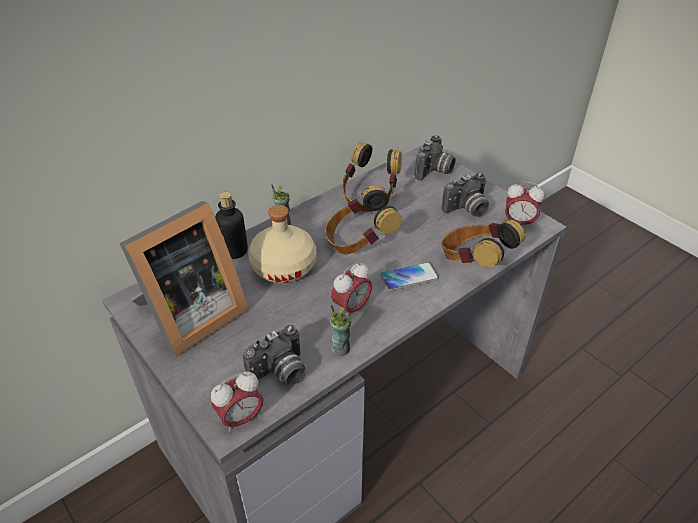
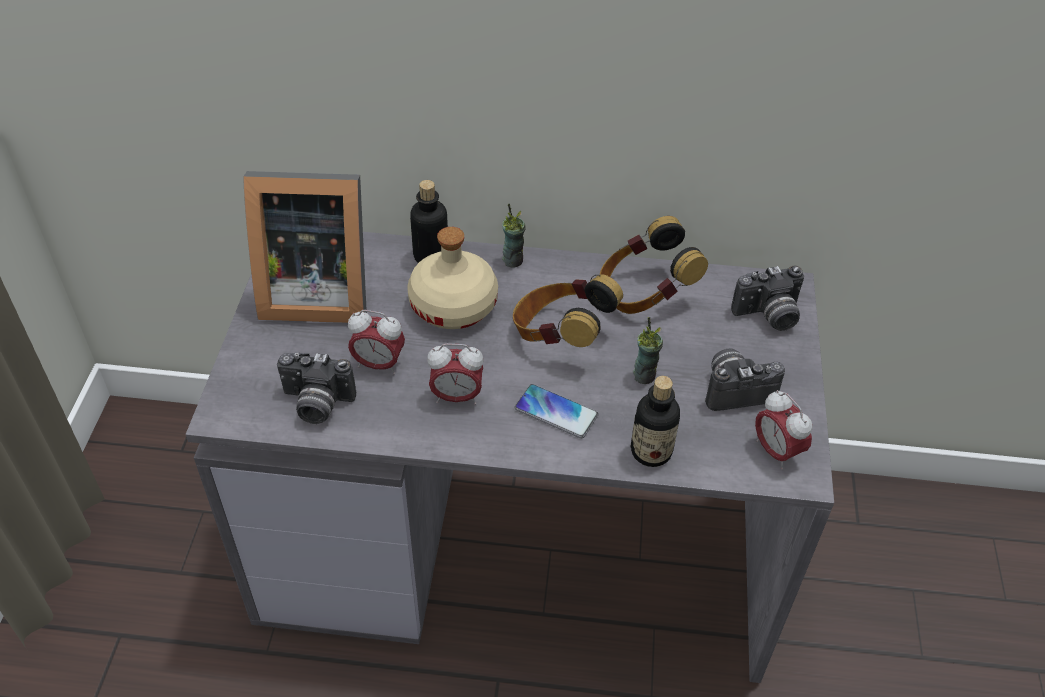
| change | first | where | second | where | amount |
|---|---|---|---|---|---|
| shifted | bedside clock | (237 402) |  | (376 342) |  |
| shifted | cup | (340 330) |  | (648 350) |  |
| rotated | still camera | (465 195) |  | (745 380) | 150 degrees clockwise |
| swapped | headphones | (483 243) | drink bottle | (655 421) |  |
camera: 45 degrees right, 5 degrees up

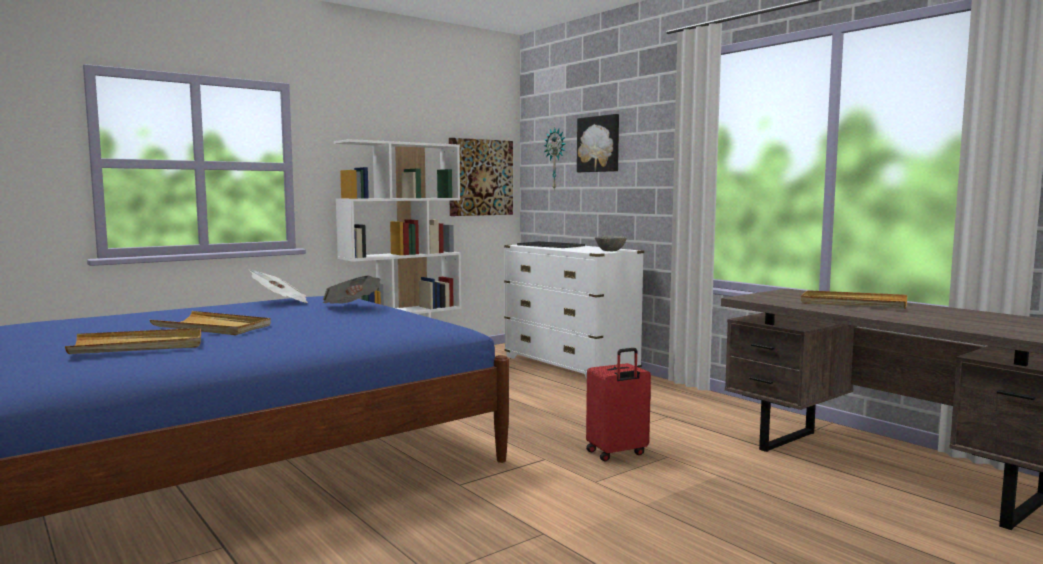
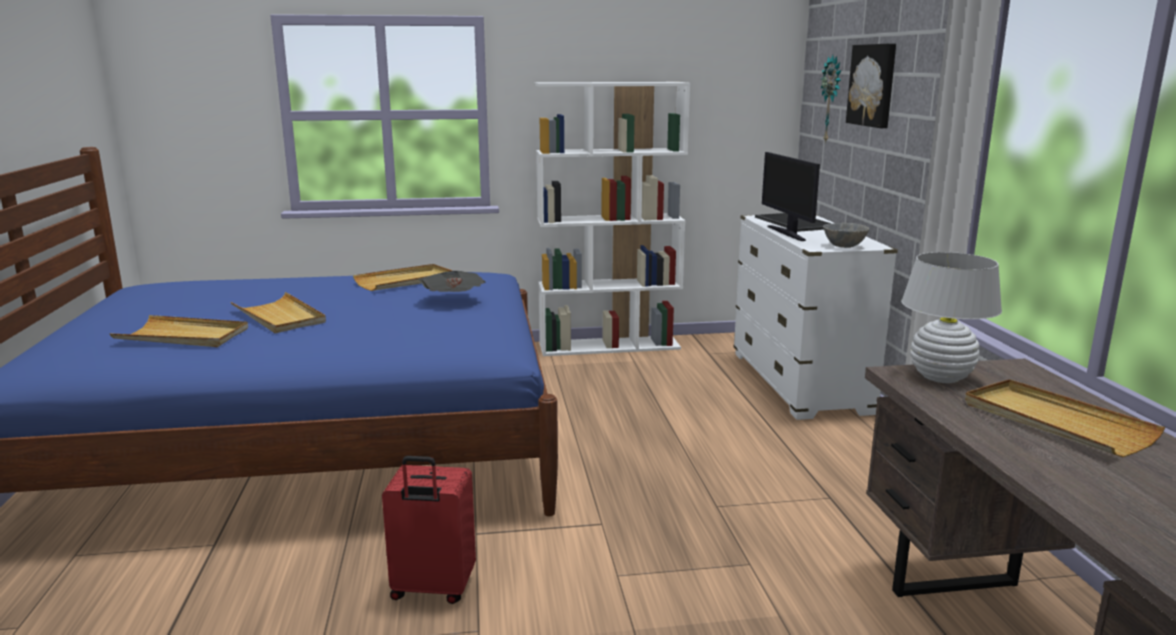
| change | first | where | second | where | amount |
|---|---|---|---|---|---|
| swapped | printed paper | (278 286) | beige-coloured carrying tray | (402 277) |  |
| gone | wall art | (481 177) |  |  |  |
| shifted | reddish travel case | (618 405) |  | (429 530) |  |
| new |  |  | computer screen | (791 196) |  |
| new |  |  | white tabletop lamp | (951 317) |  |
camera: 30 degrees right, 10 degrees up

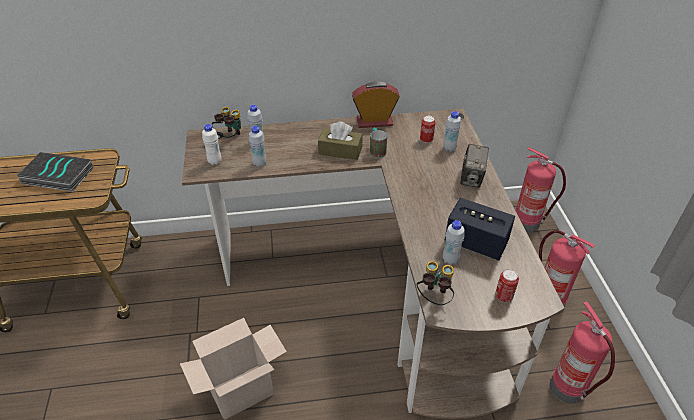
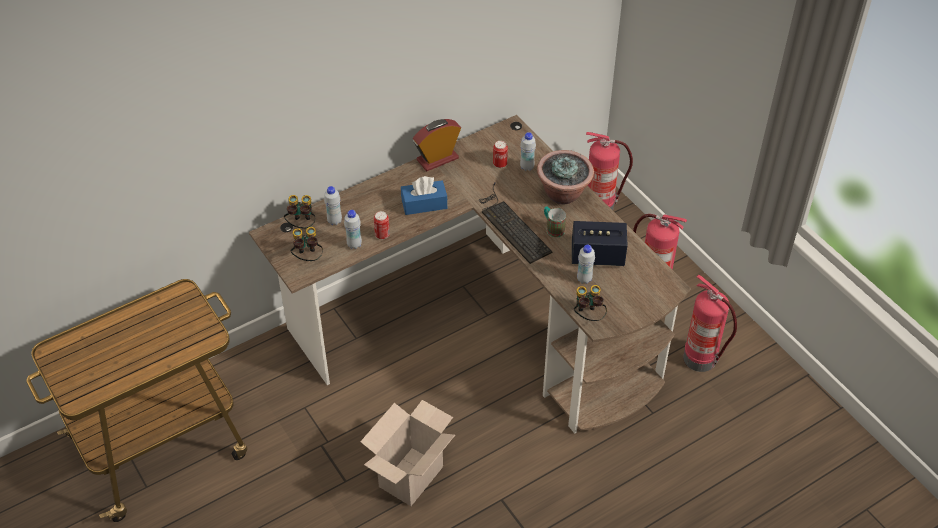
| change | first | where | second | where | amount |
|---|---|---|---|---|---|
| gone | bound book | (54 172) |  |  |  |
| swapped | white drink bottle | (211 144) | binoculars | (306 244) |  |
| repainted | brown-coloured tissue holder | (340 140) | blue tissue holder | (424 195) |  |
| shifted | coffee mug | (378 143) |  | (555 222) |  |
| swapped | still camera | (474 166) | plant in a pot | (565 177) |  |
| shifted | sealed can | (507 285) |  | (382 225) |  |
| new |  |  | computer keyboard | (515 223) |  |
camera: 25 degrees left, 5 degrees up

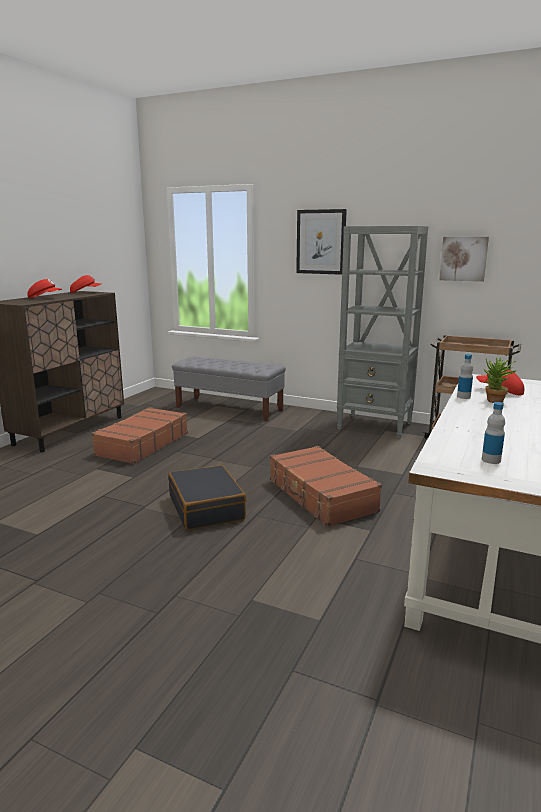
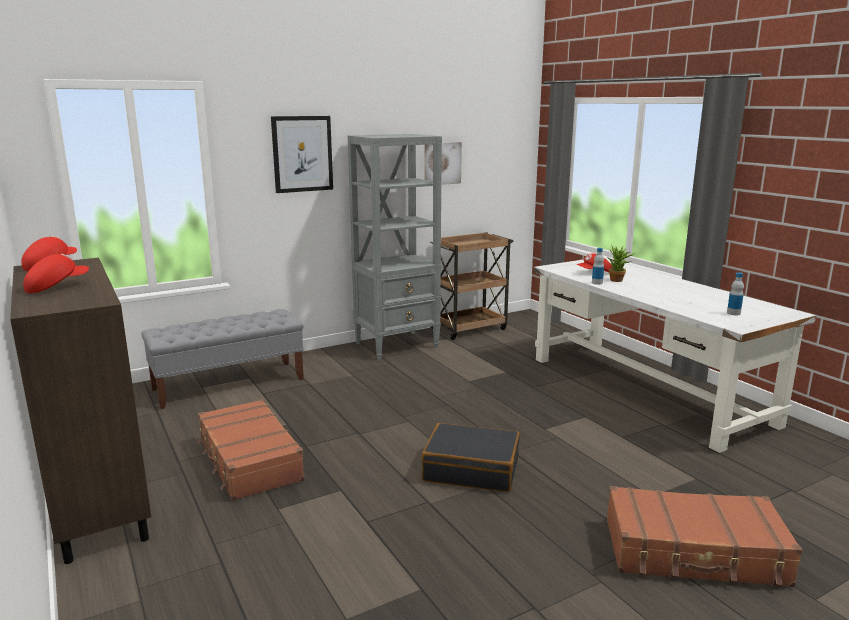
| change | first | where | second | where | amount |
|---|---|---|---|---|---|
| shifted | brown-coloured travel case | (326 486) |  | (704 536) |  |
camera: 55 degrees left, 0 degrees up

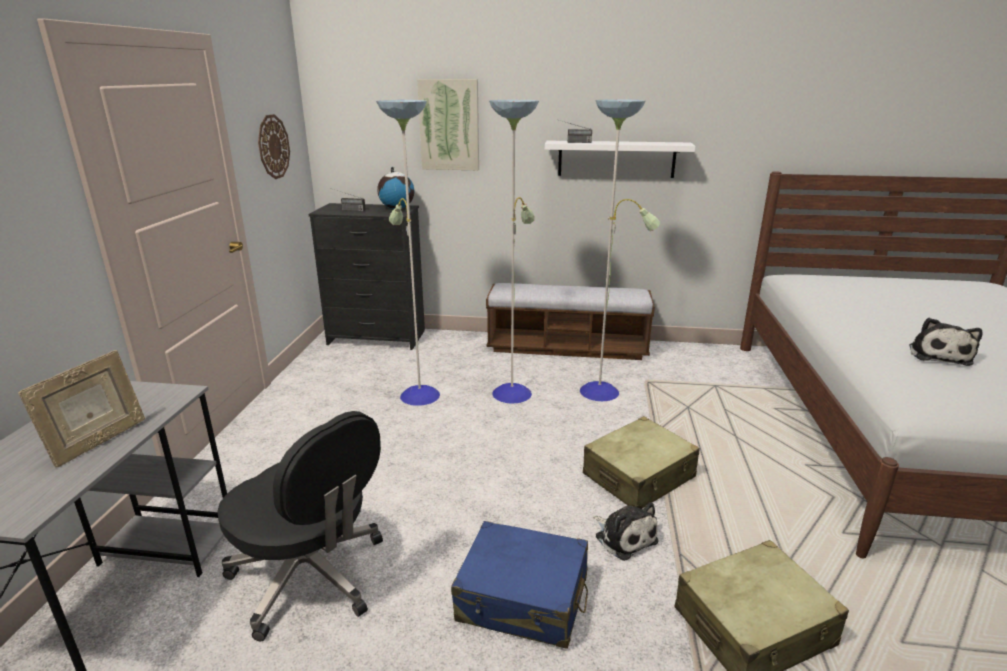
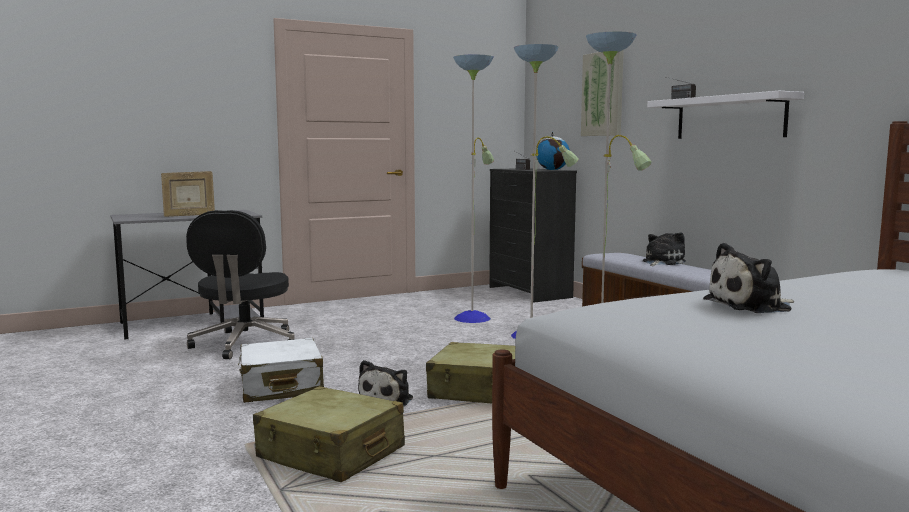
| change | first | where | second | where | amount |
|---|---|---|---|---|---|
| gone | hanging clock | (274 146) |  |  |  |
| repainted | blue travel case | (519 585) | white travel case | (281 370) |  |
| new |  |  | soft toy | (664 249) |  |
camera: 55 degrees right, 15 degrees down

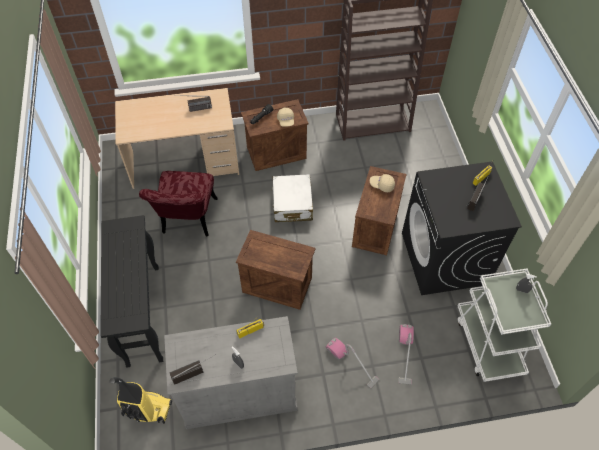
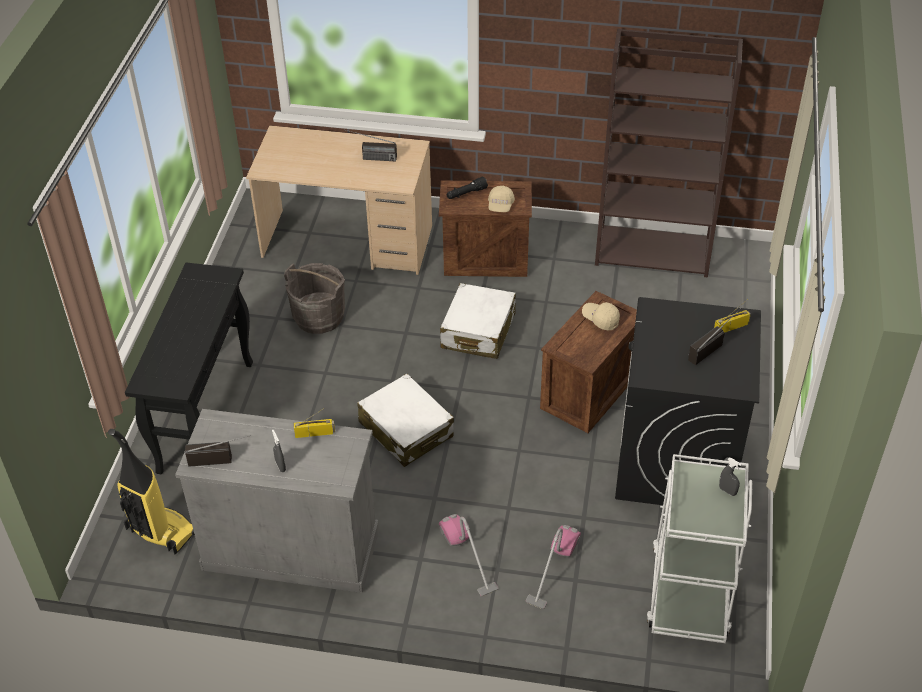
| change | first | where | second | where | amount |
|---|---|---|---|---|---|
| swapped | reddish chair | (178 204) | greyish pail | (314 298) |  |
| swapped | shipping crate | (276 270) | white travel case | (405 420) |  |
camera: 20 degrees right, 10 degrees down

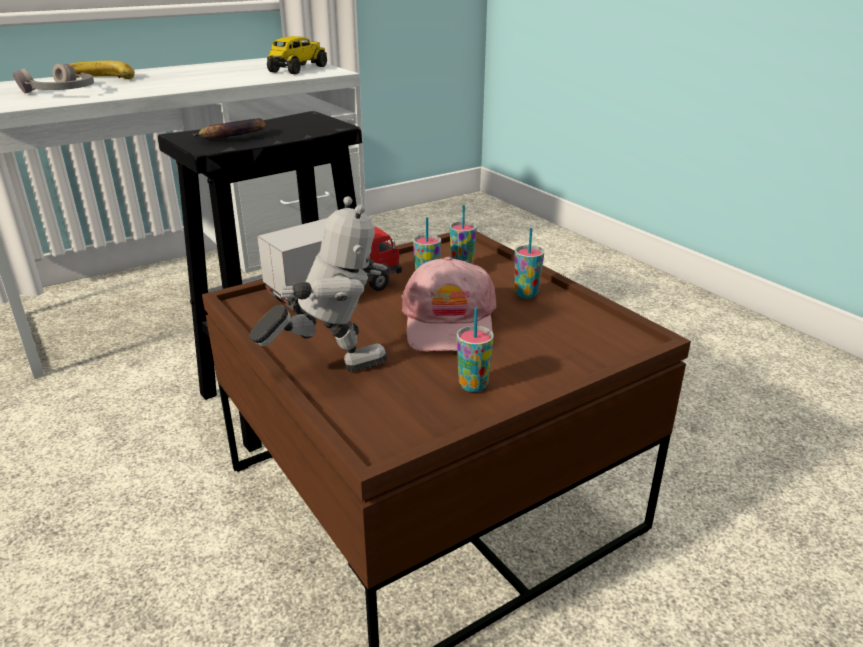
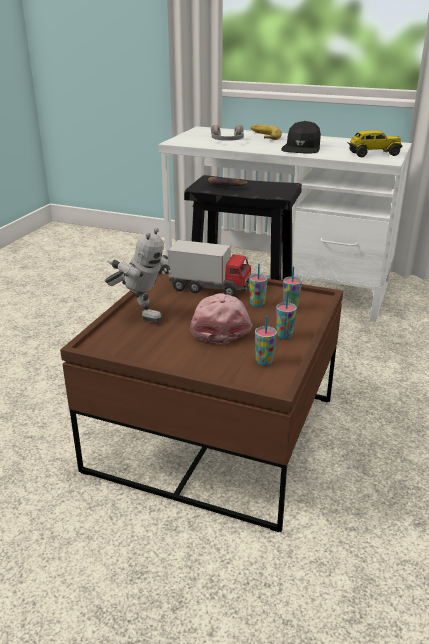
| change | first | where | second | where | amount |
|---|---|---|---|---|---|
| rotated | pink peaked cap | (449 304) |  | (221 318) | 120 degrees clockwise |
| shifted | cup | (475 349) |  | (266 340) |  |
| new |  |  | blackish peaked cap | (301 137) |  |
camera: 55 degrees right, 0 degrees up

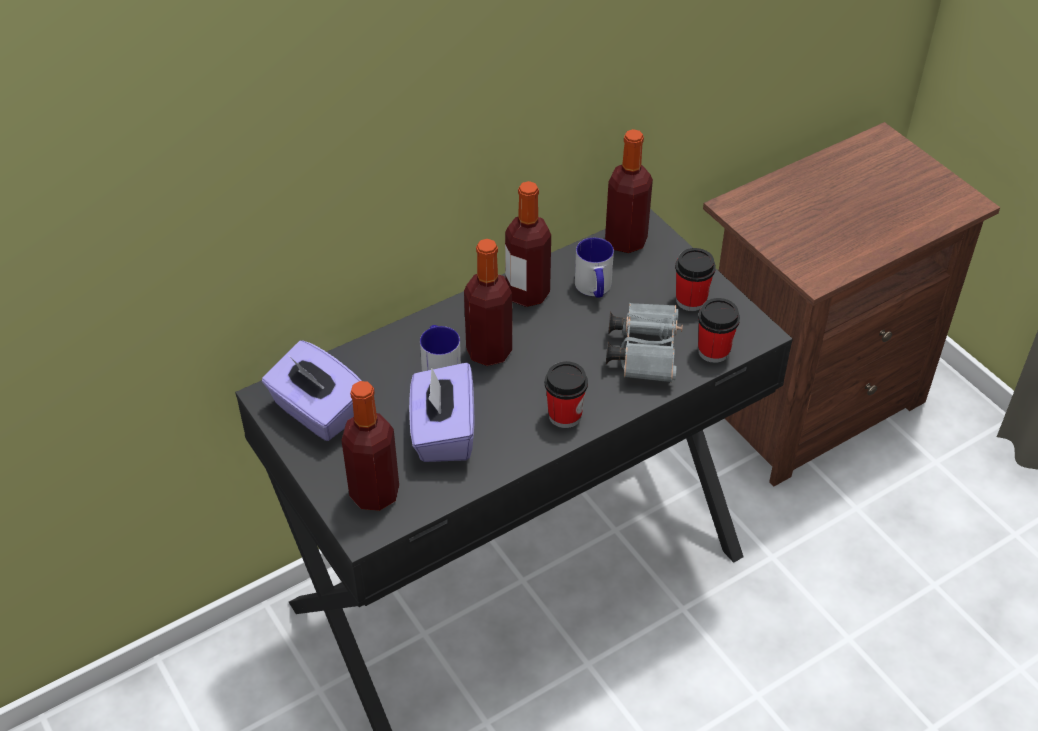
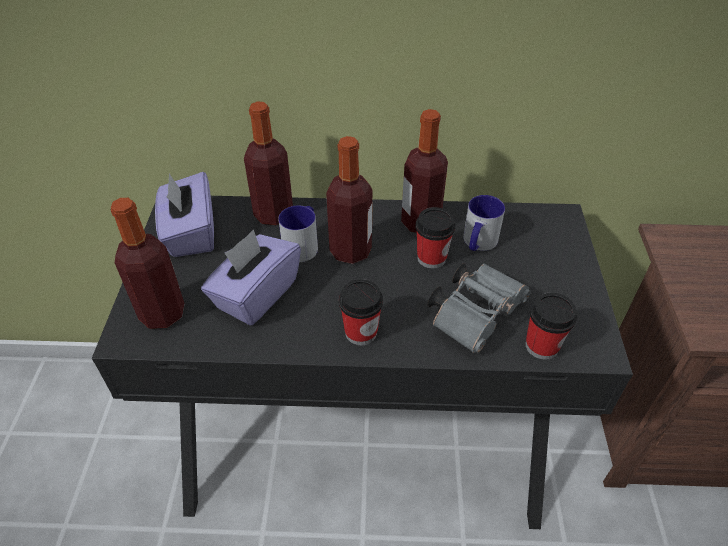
| change | first | where | second | where | amount |
|---|---|---|---|---|---|
| shifted | drink bottle | (629 191) |  | (268 163) |  |
| shifted | cup | (695 279) |  | (435 238) |  |
camera: 35 degrees right, 0 degrees up

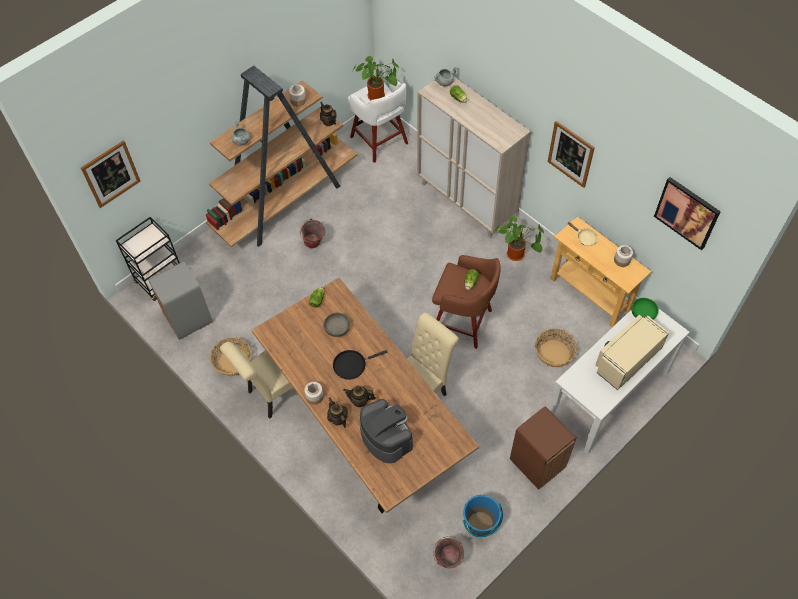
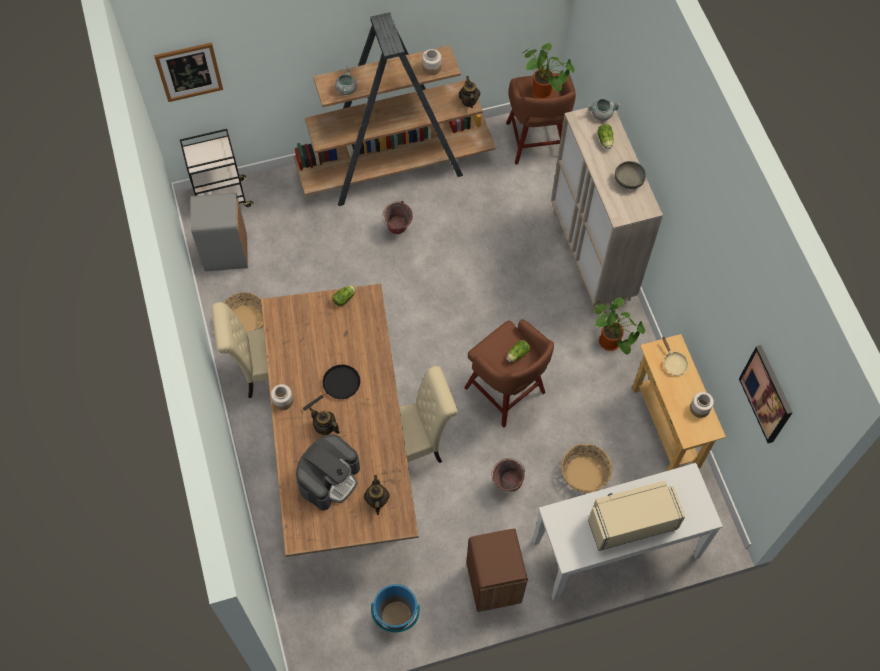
| change | first | where | second | where | amount |
|---|---|---|---|---|---|
| shifted | greyish deep dish | (336 325) |  | (630 175) |  |
| shifted | teapot | (337 413) |  | (377 495) |  |
| rotated | blackish frying pan | (360 365) |  | (331 388) | 135 degrees clockwise |
| repainted | white stool seat | (378 119) | brown-coloured stool seat | (541 119) |  |
| rotated | coffee maker | (386 431) |  | (328 473) | 45 degrees clockwise |
| shifted | pail | (448 552) |  | (508 475) |  |
| gone | wall art | (571 154) |  |  |  |
| gone | green deep dish | (644 309) |  |  |  |
camera: 25 degrees right, 5 degrees up

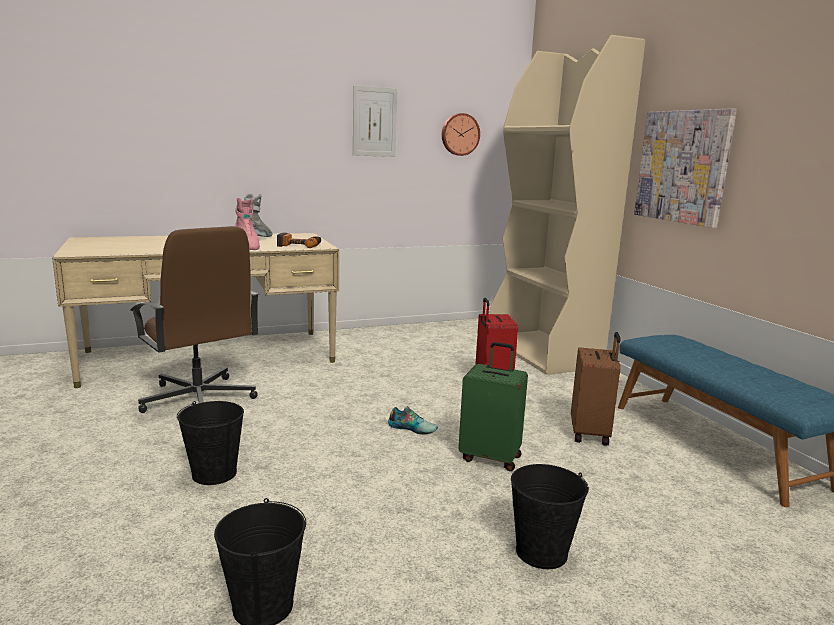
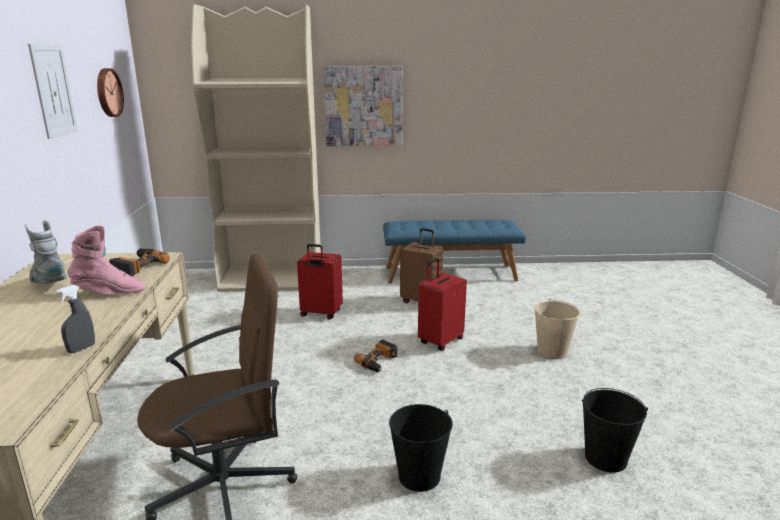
| change | first | where | second | where | amount |
|---|---|---|---|---|---|
| swapped | item of footwear | (413 420) | drill | (376 356) |  |
| repainted | green travel case | (493 406) | reddish travel case | (442 304) |  |
| repainted | blackish pail | (550 516) | beige-coloured pail | (558 329) |  |
| new |  |  | greyish sprayer | (75 319) |  |
camera: 70 degrees left, 5 degrees up

